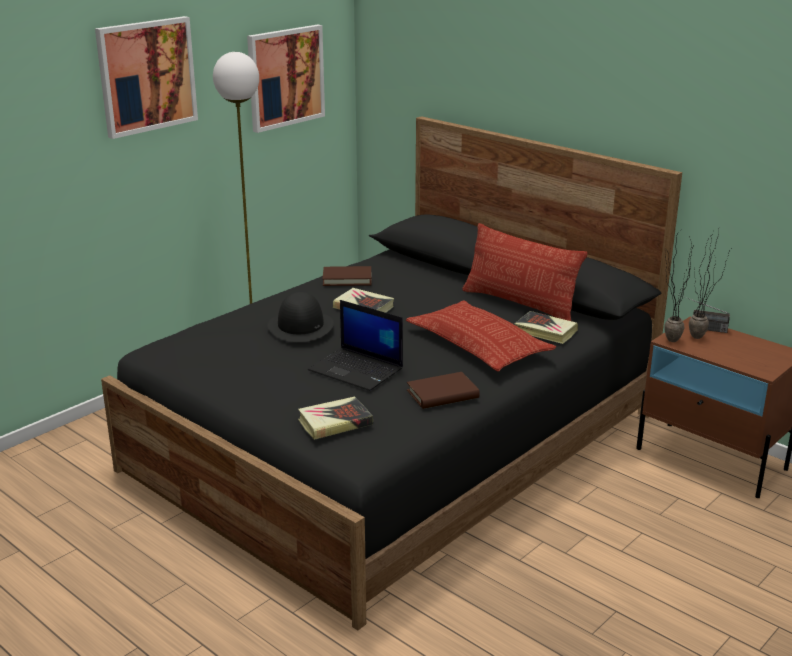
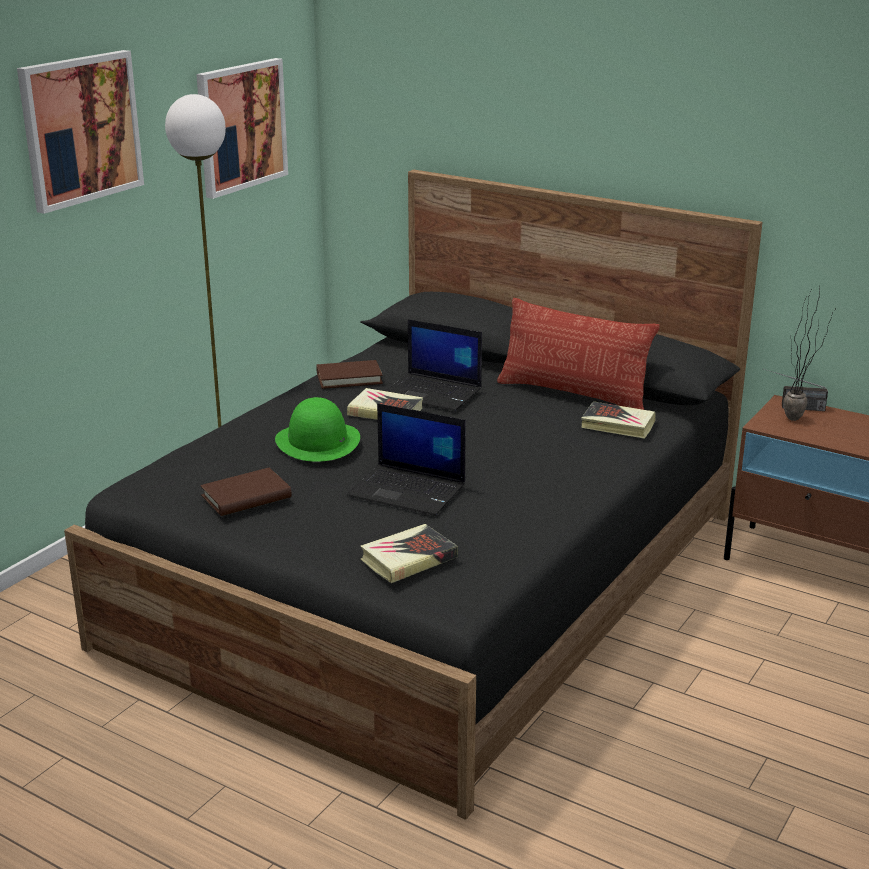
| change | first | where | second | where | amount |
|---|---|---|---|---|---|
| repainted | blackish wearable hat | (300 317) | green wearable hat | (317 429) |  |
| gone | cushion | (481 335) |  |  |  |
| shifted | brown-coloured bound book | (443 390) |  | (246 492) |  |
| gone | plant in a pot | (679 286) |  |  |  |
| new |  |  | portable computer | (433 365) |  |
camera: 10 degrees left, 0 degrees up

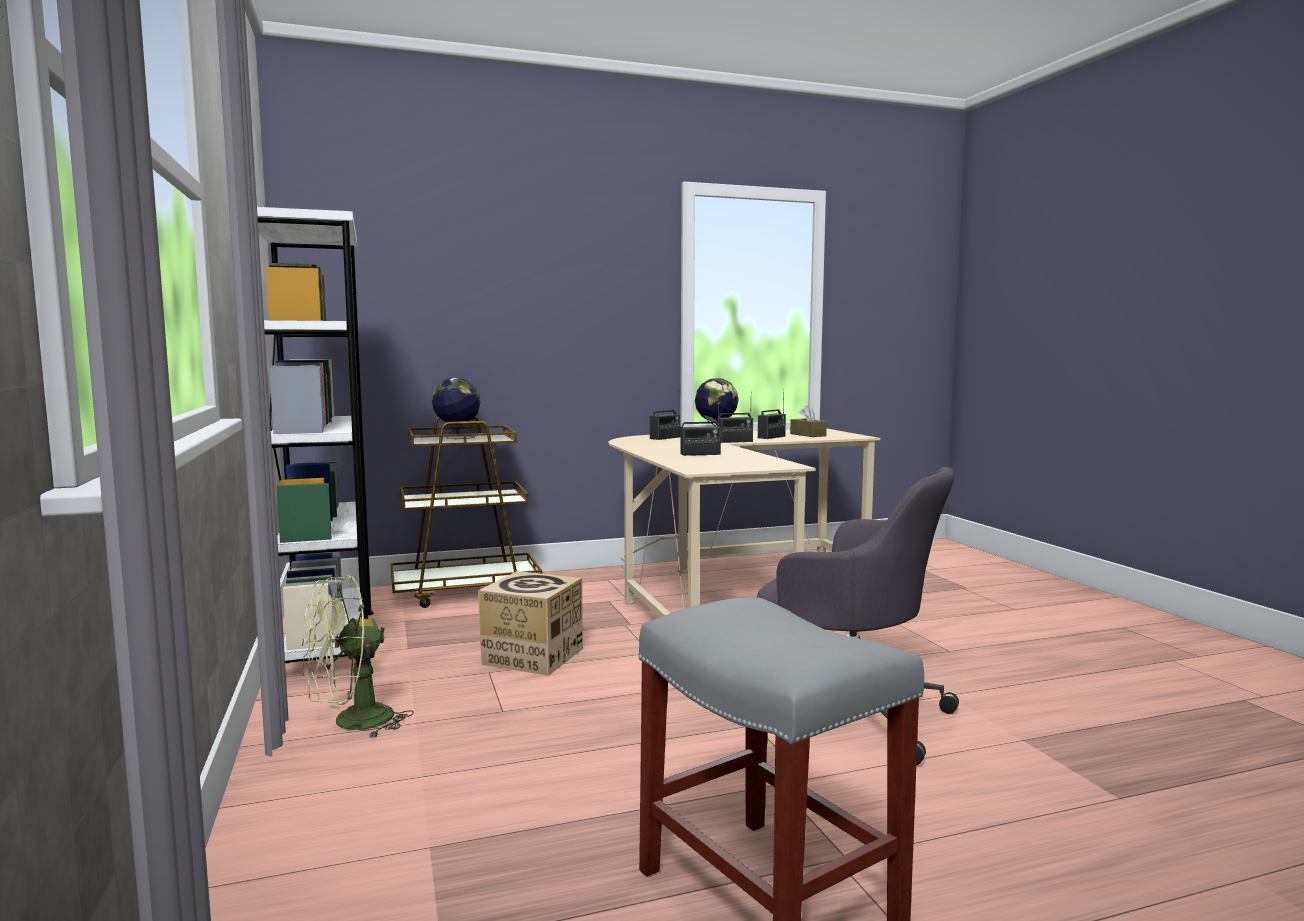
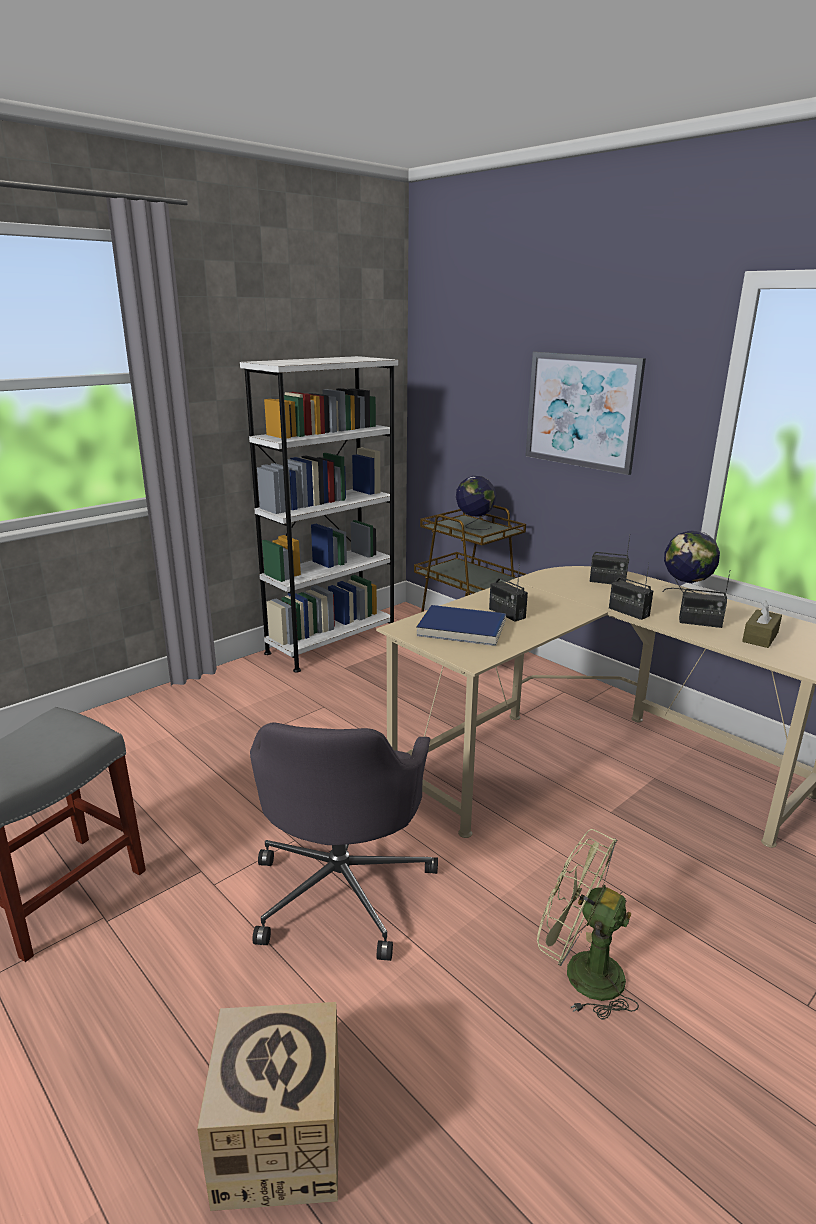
| change | first | where | second | where | amount |
|---|---|---|---|---|---|
| shifted | green cooling fan | (357 657) |  | (588 924) |  |
| shifted | packing box | (530 623) |  | (268 1106) |  |
| new |  |  | blue bound book | (461 625) |  |
| new |  |  | wall art | (586 413) |  |
camera: 65 degrees right, 15 degrees up

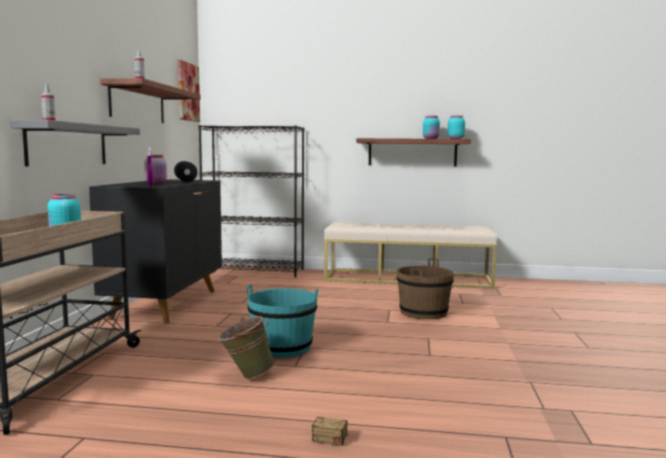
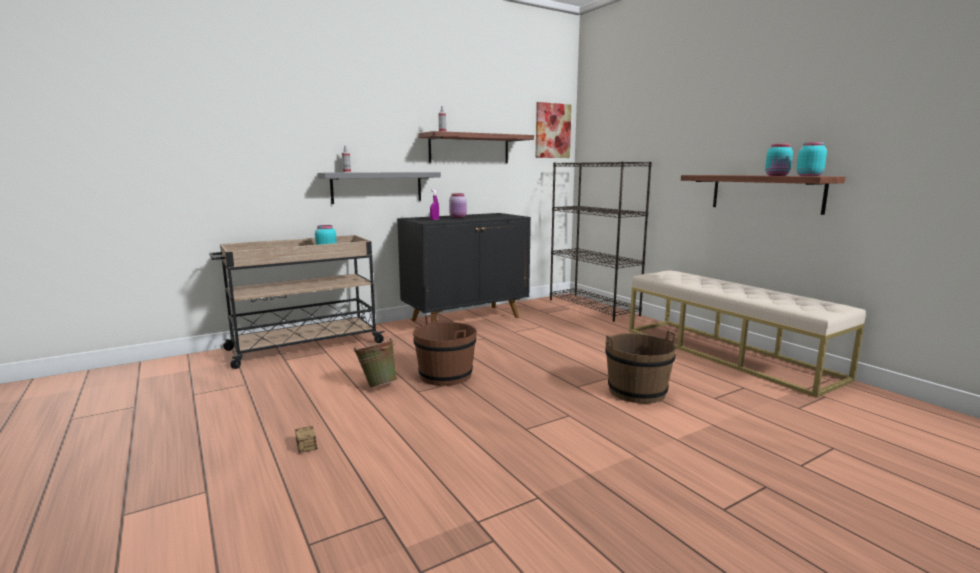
| change | first | where | second | where | amount |
|---|---|---|---|---|---|
| gone | blackish hand weight | (185 171) |  |  |  |
| repainted | turquoise-coloured pail | (282 321) | brown-coloured pail | (445 350) |  |
camera: 50 degrees right, 5 degrees up

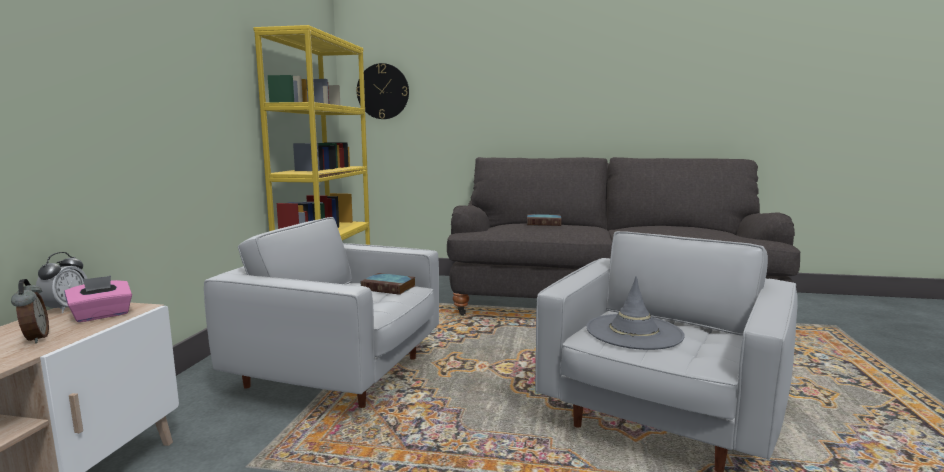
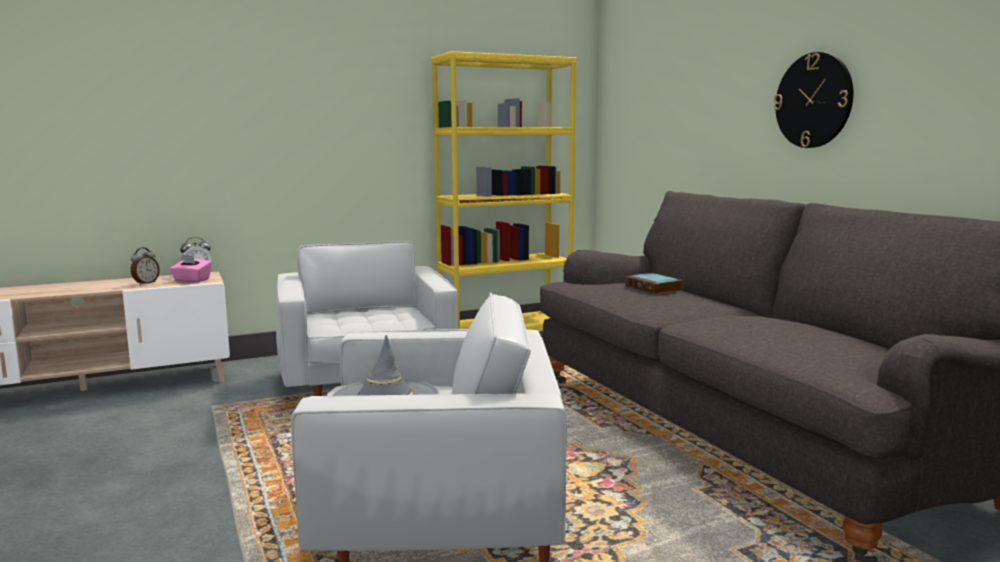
| change | first | where | second | where | amount |
|---|---|---|---|---|---|
| shifted | hanging clock | (382 91) |  | (813 100) |  |
| gone | bound book | (388 284) |  |  |  |
camera: 55 degrees right, 0 degrees up

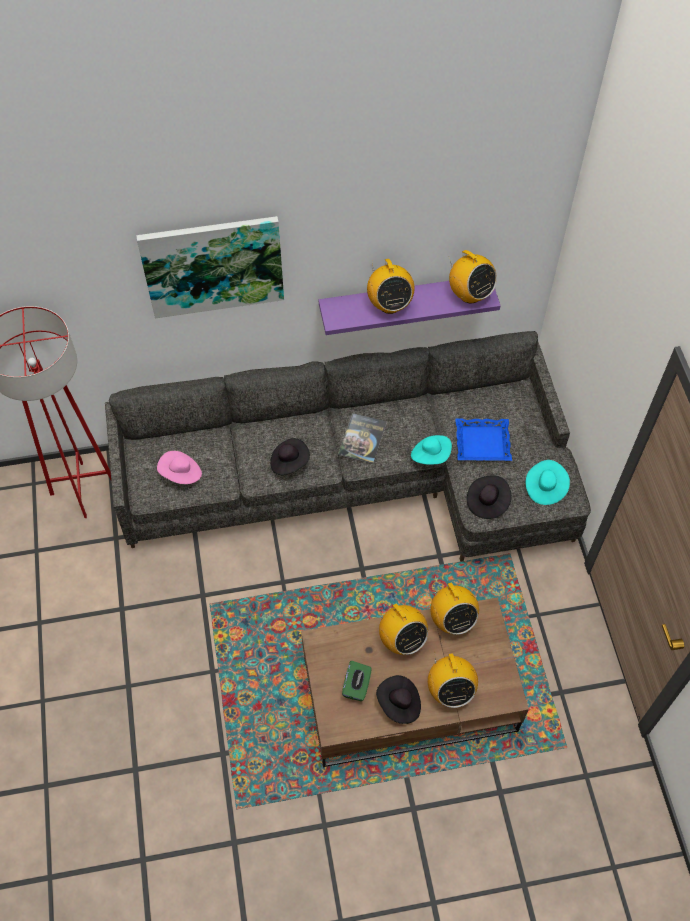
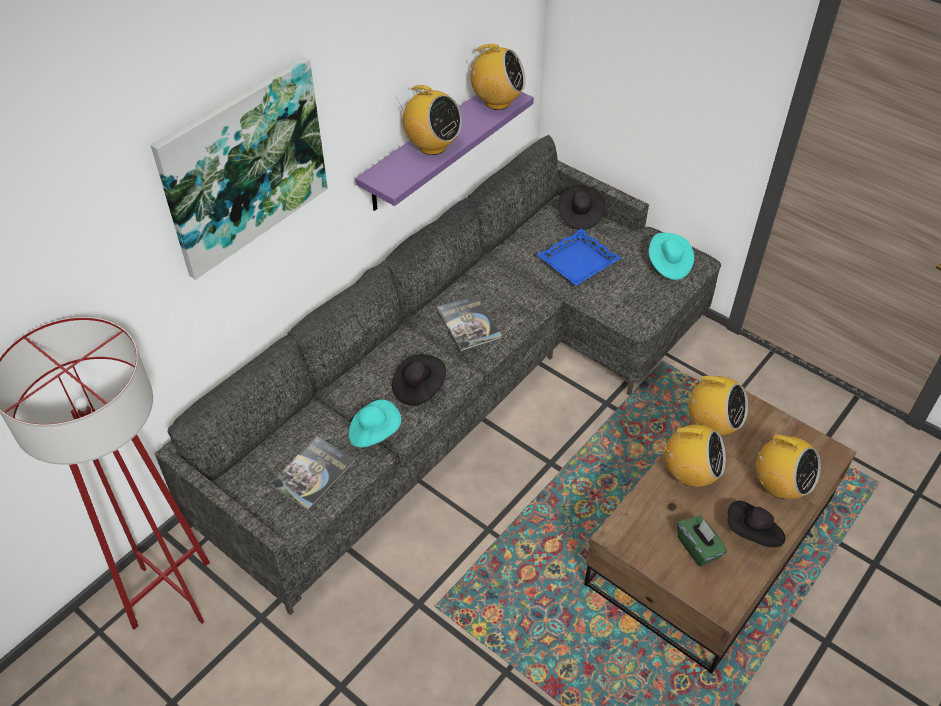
| change | first | where | second | where | amount |
|---|---|---|---|---|---|
| swapped | pink wearable hat | (179 467) | bound book | (312 473) |  |
| shifted | turquoise-coloured wearable hat | (431 450) |  | (375 423) |  |
| shifted | blackish wearable hat | (489 497) |  | (581 207) |  |
camera: 40 degrees left, 10 degrees down

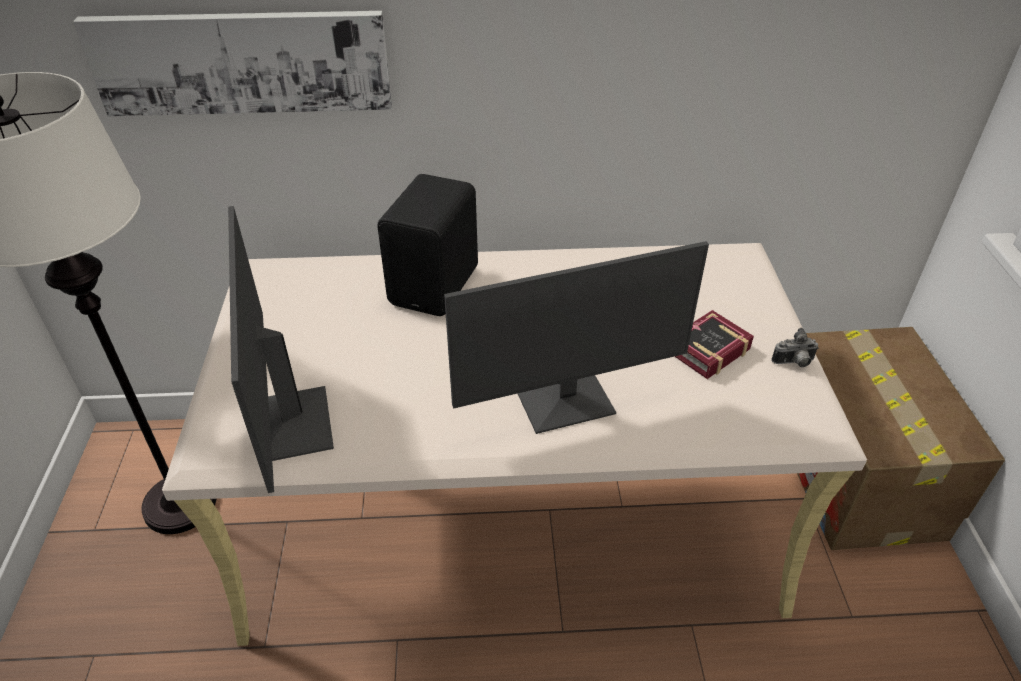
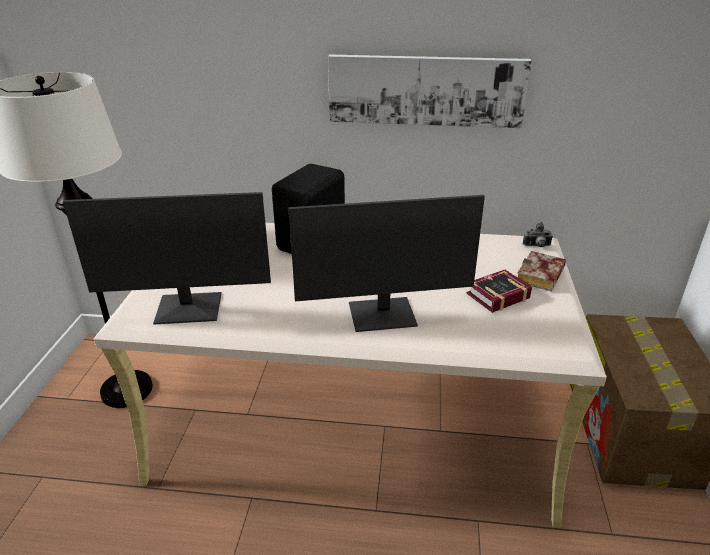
| change | first | where | second | where | amount |
|---|---|---|---|---|---|
| shifted | wall art | (232 63) |  | (430 91) |  |
| rotated | computer screen | (281 349) |  | (167 258) | 90 degrees counterclockwise |
| shifted | still camera | (795 347) |  | (538 234) |  |
| new |  |  | bound book | (541 271) |  |
camera: 10 degrees right, 10 degrees down

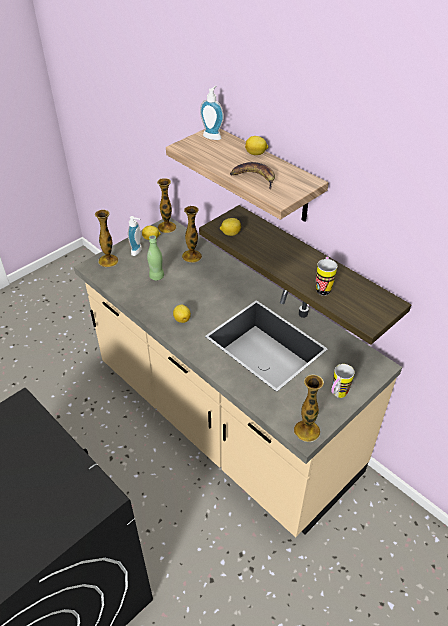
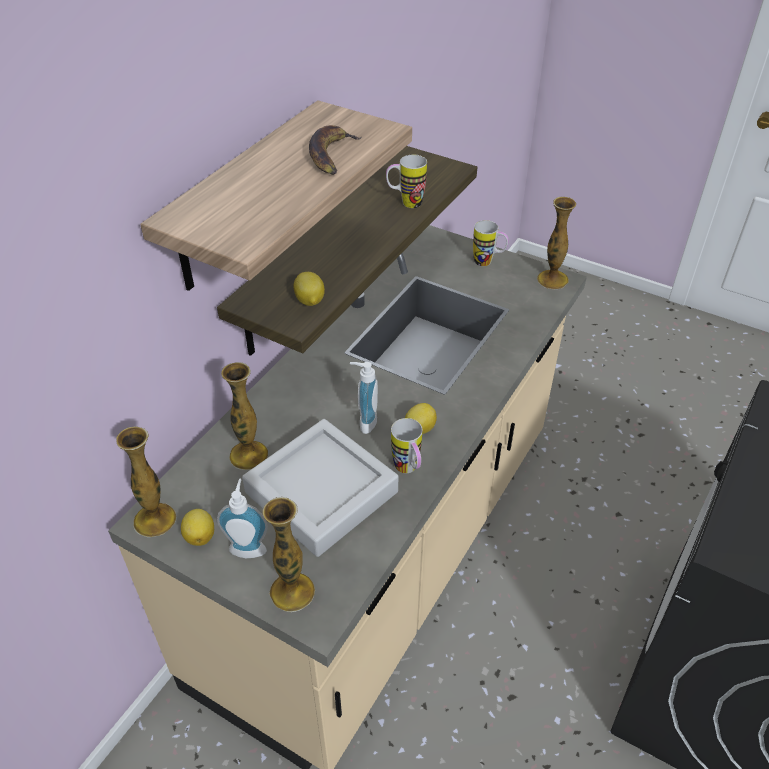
| change | first | where | second | where | amount |
|---|---|---|---|---|---|
| swapped | green drink bottle | (155 257) | greyish carrying tray | (320 488) |  |
| shifted | liquid soap bottle | (212 113) |  | (364 398) |  |
| gone | lemon | (256 145) |  |  |  |
| new |  |  | coffee mug | (407 445) |  |
camera: 105 degrees left, 0 degrees up

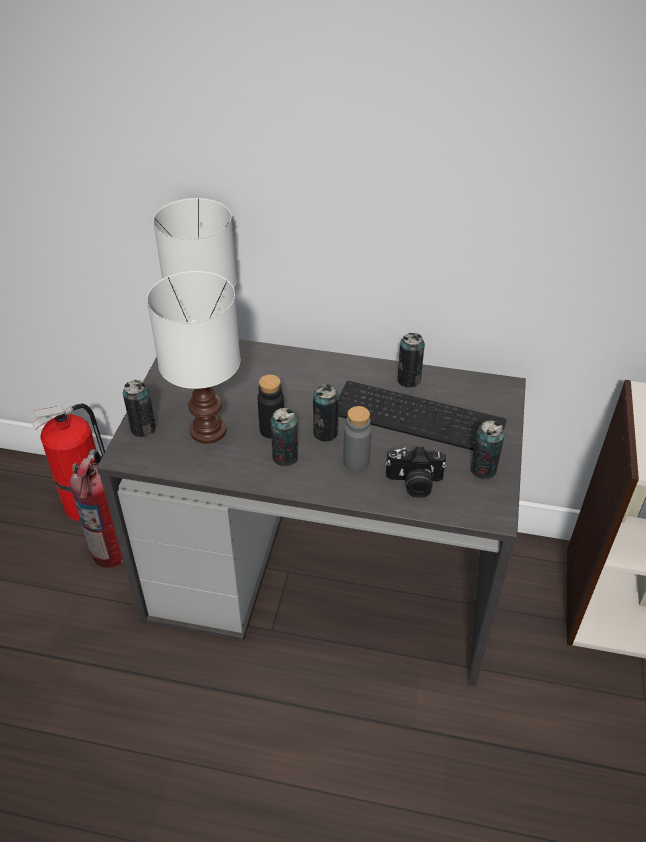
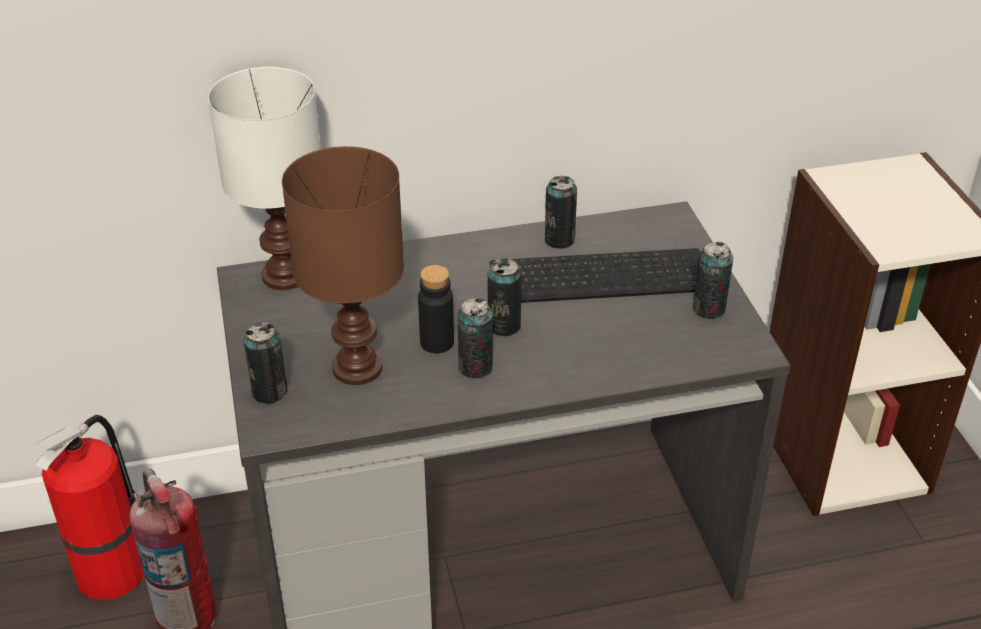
| change | first | where | second | where | amount |
|---|---|---|---|---|---|
| repainted | white tabletop lamp | (193 357) | brown-coloured tabletop lamp | (343 265) |  |
| gone | greyish drink bottle | (357 438) |  |  |  |
| gone | still camera | (416 472) |  |  |  |
camera: 25 degrees left, 5 degrees down

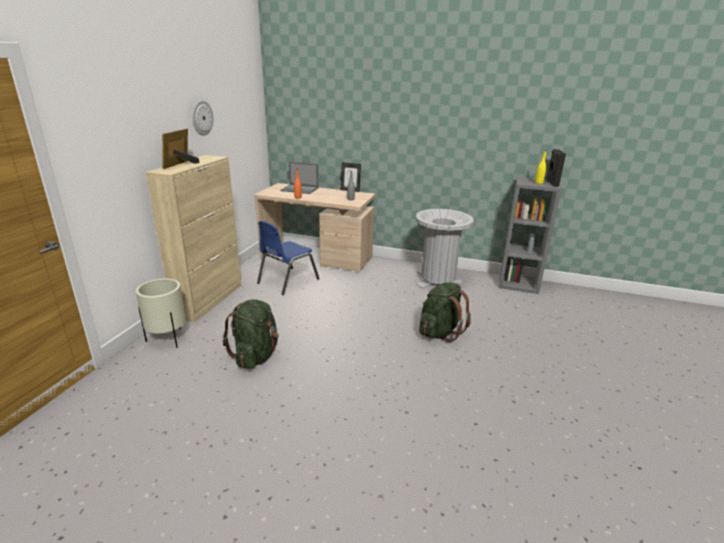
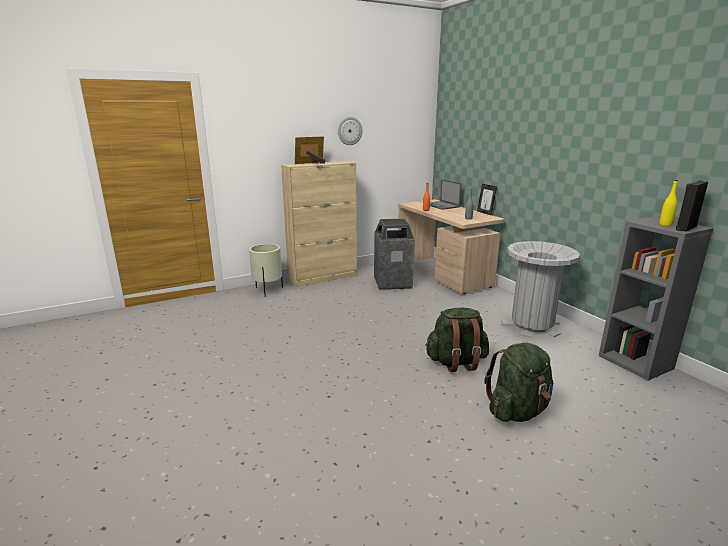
| change | first | where | second | where | amount |
|---|---|---|---|---|---|
| shifted | green rucksack | (250 334) |  | (518 382) |  |
| swapped | blue chair | (288 258) | waste bin | (394 254) |  |
camera: 45 degrees right, 5 degrees down

